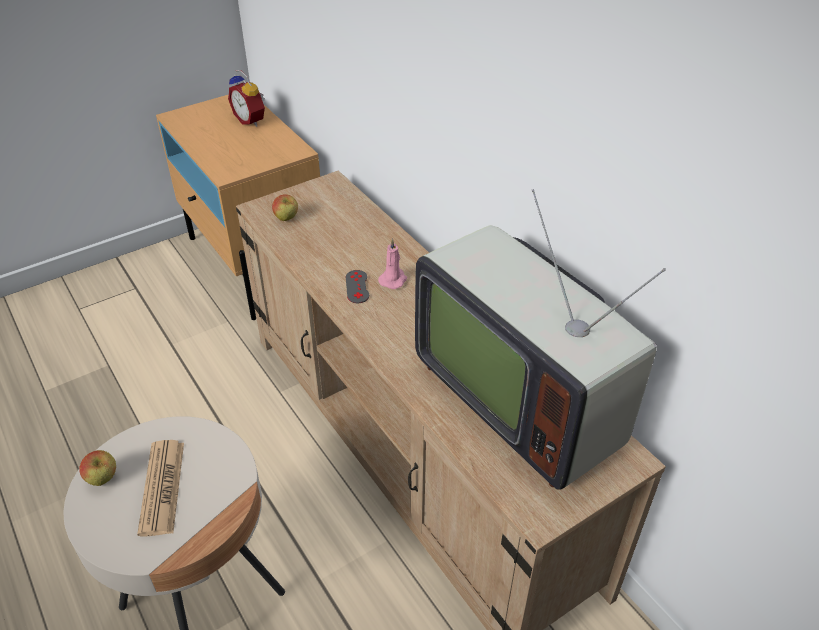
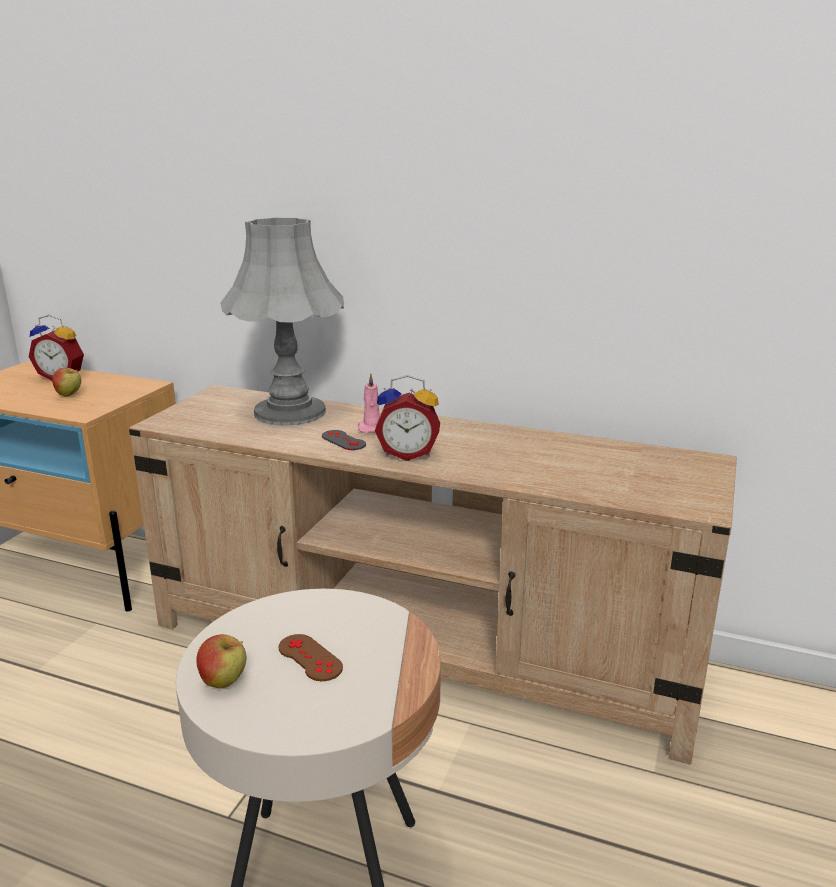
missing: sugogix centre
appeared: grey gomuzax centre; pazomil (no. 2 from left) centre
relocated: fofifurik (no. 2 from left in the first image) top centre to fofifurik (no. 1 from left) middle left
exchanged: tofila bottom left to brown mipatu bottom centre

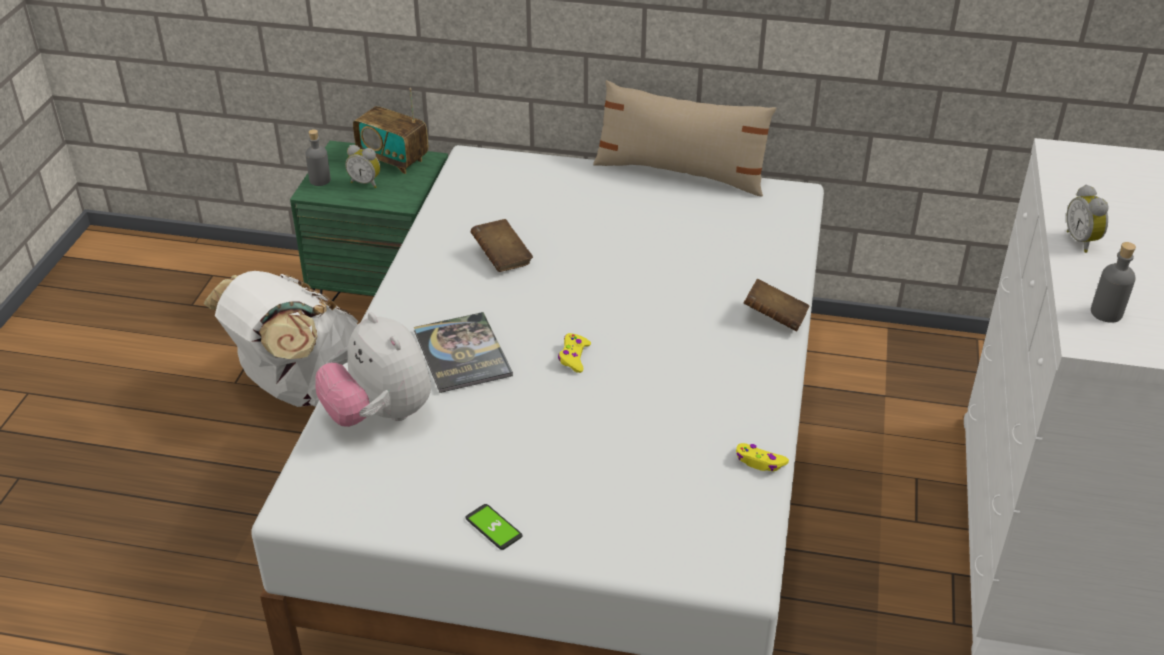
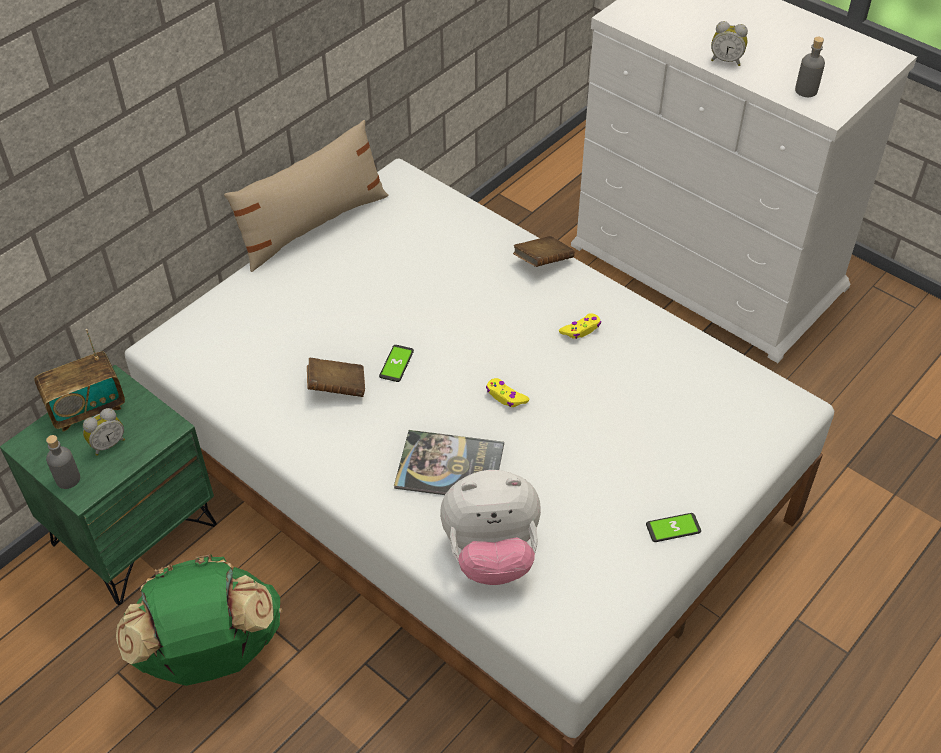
appeared: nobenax (no. 1 from left) centre
relocated: yellow mipatu (no. 2 from left) bottom centre to centre
colour: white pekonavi middle left to green pekonavi bottom left

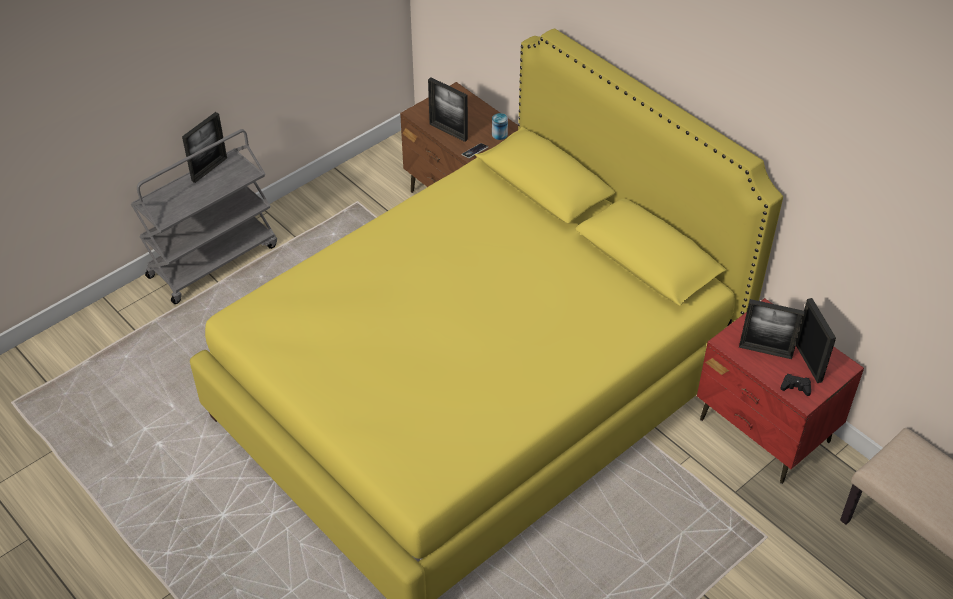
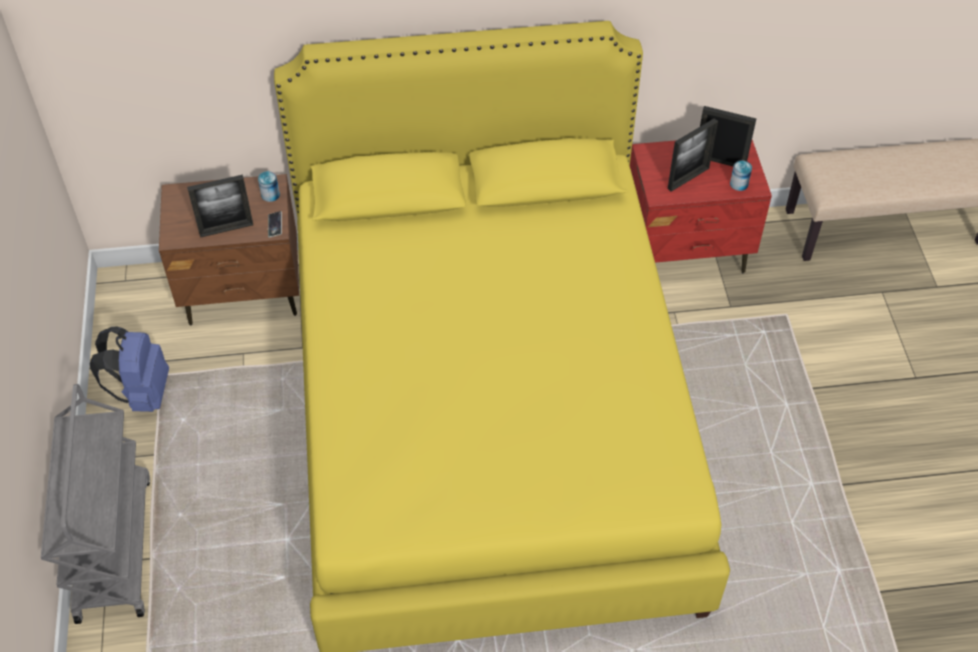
missing: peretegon (no. 1 from left) top left
appeared: blue pekonavi middle left
exchanged: black mipatu middle right to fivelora (no. 2 from left) top right

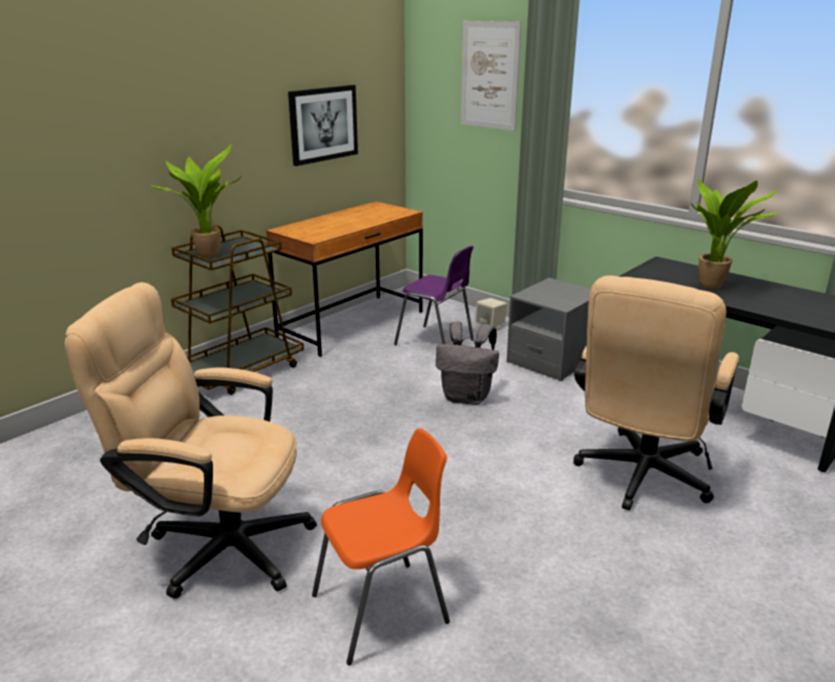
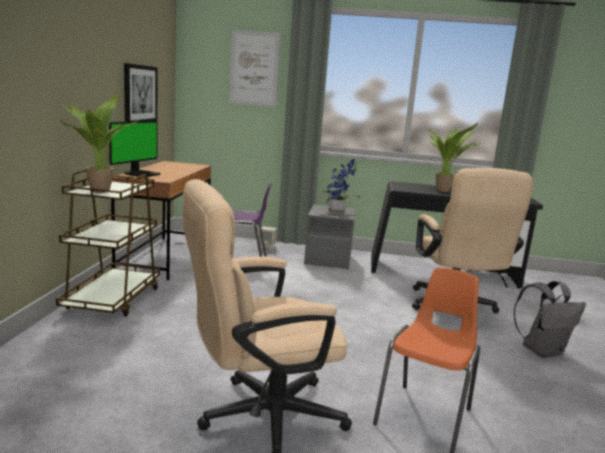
appeared: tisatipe top left; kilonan (no. 2 from left) centre
relocated: grey pekonavi centre to bottom right

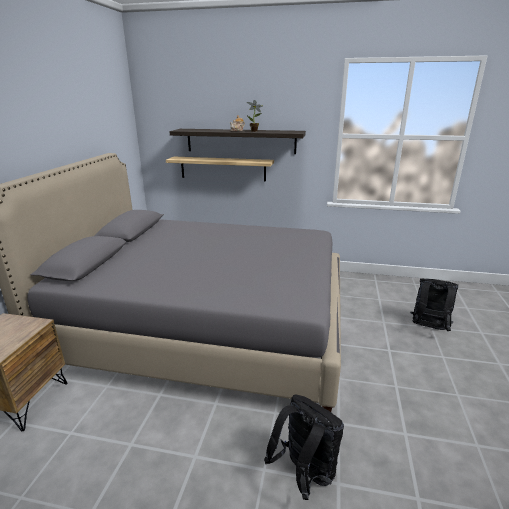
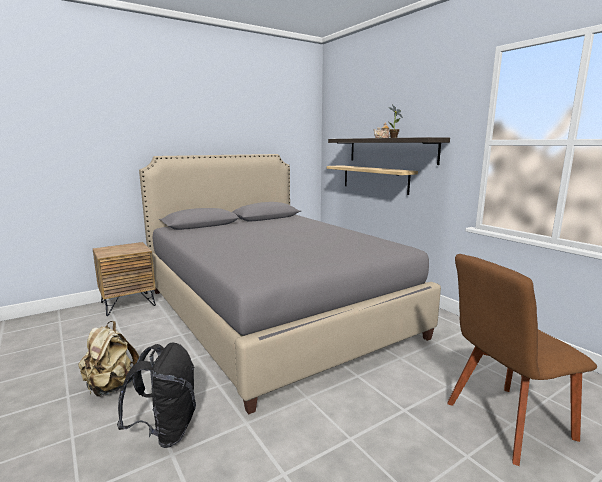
appeared: beige pekonavi bottom left
exchanged: black pekonavi (no. 2 from left) middle right to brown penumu bottom right

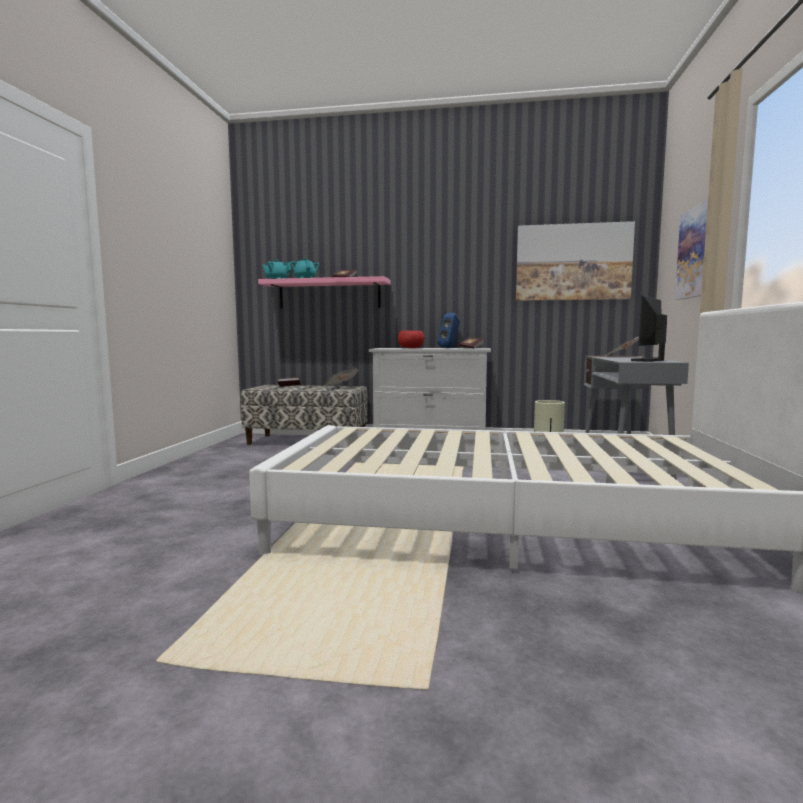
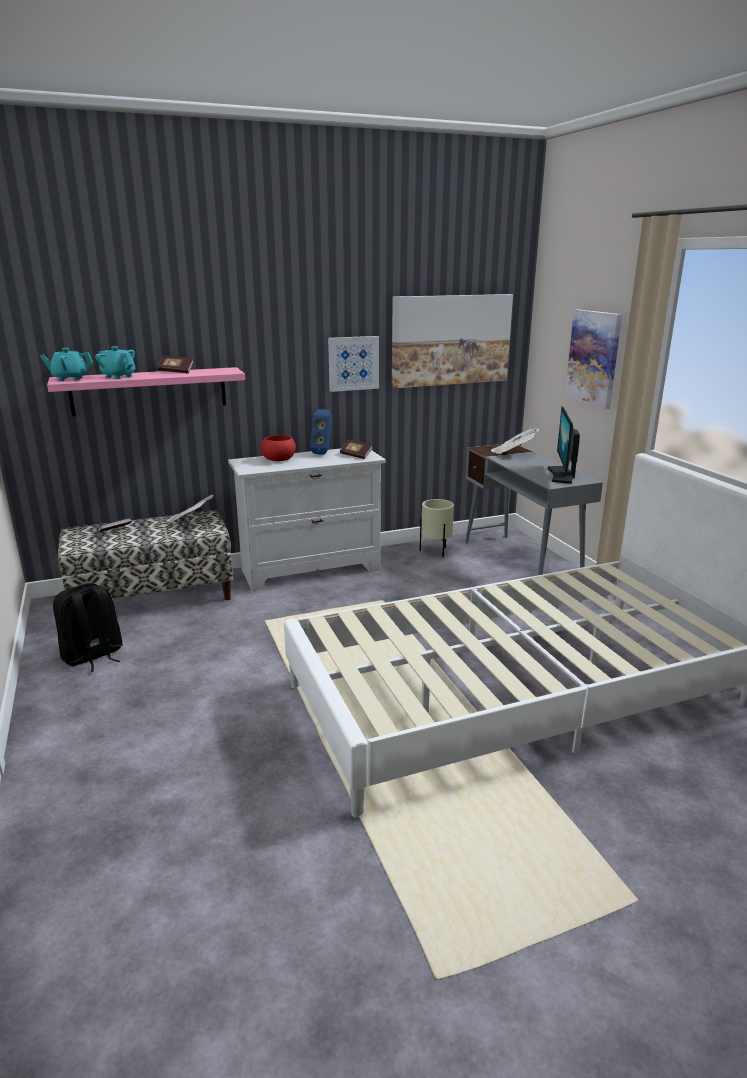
appeared: black pekonavi middle left; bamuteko (no. 1 from left) centre

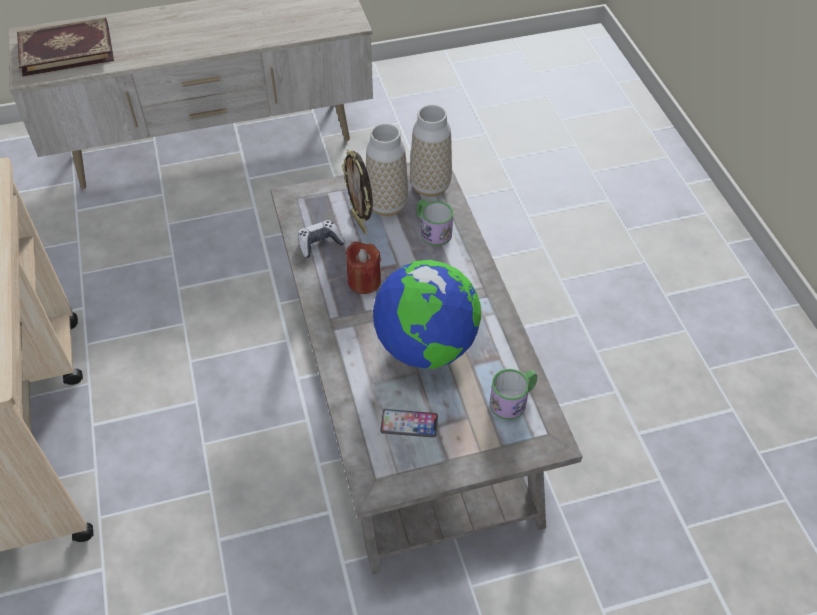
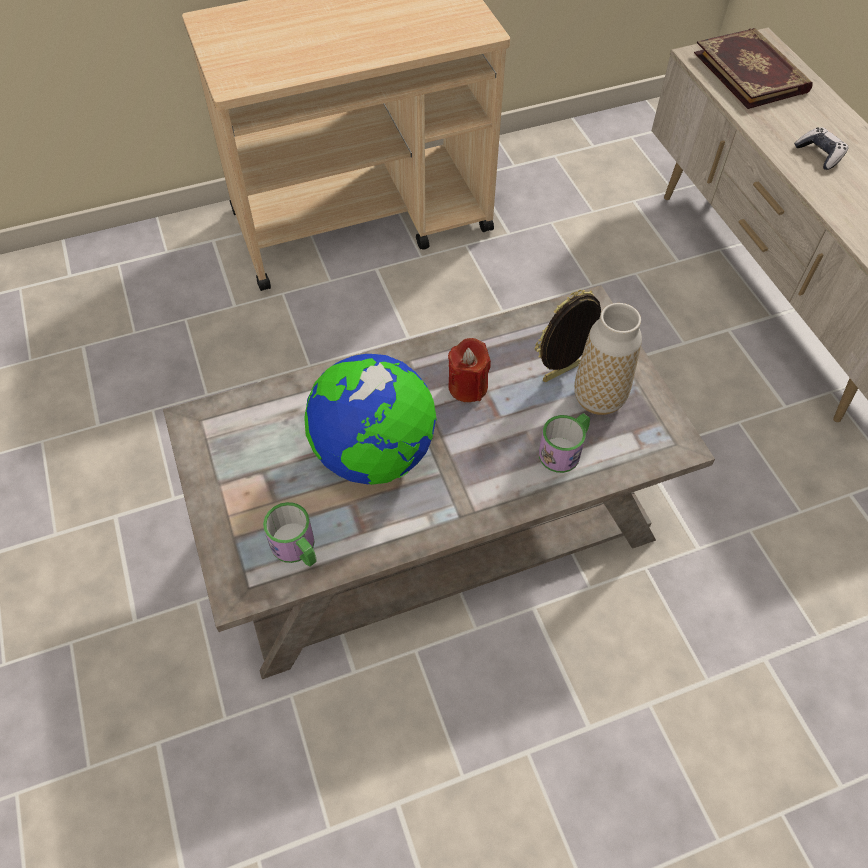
missing: nobenax bottom centre; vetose (no. 2 from left) top centre
relocated: mipatu centre to top right

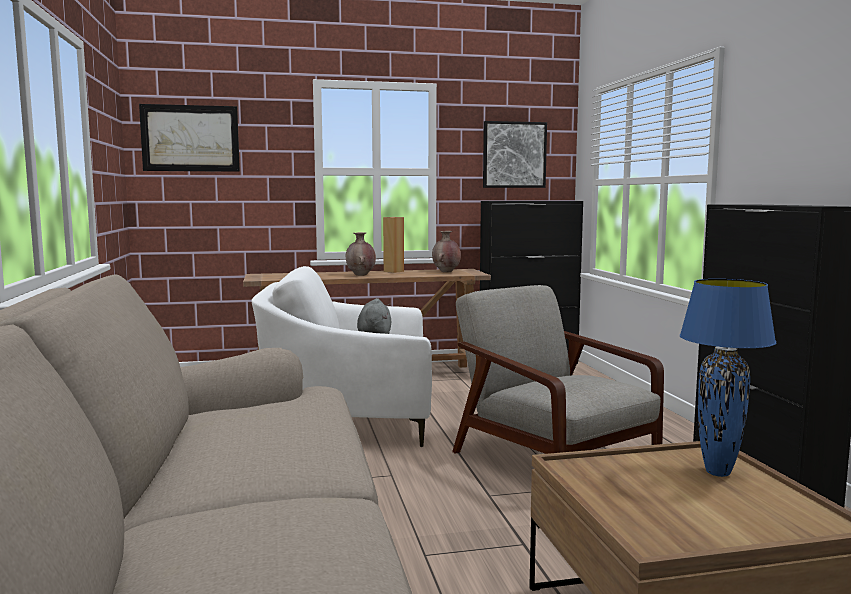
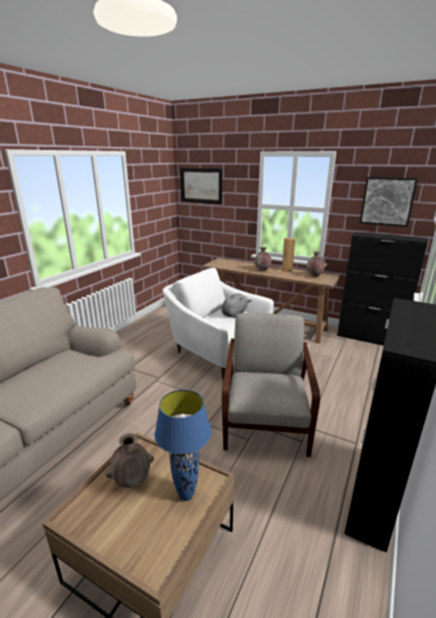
appeared: brown vetose (no. 1 from left) bottom left

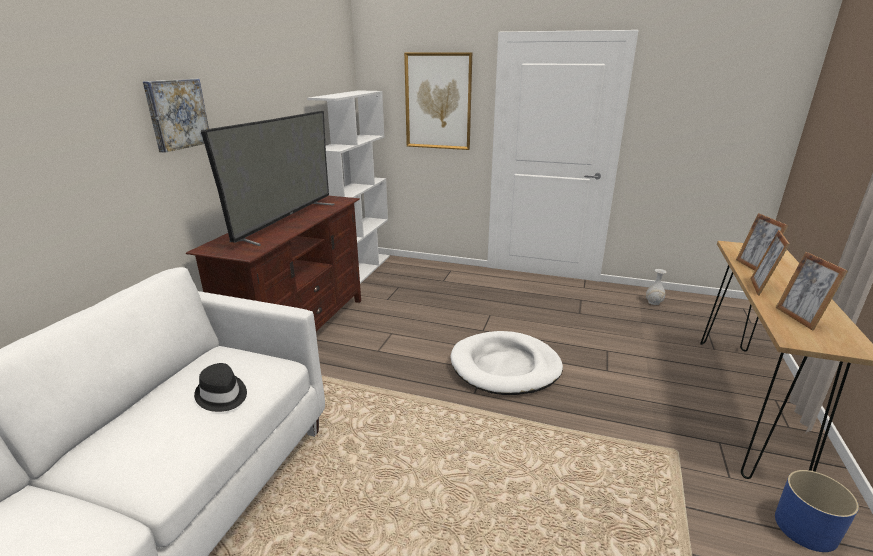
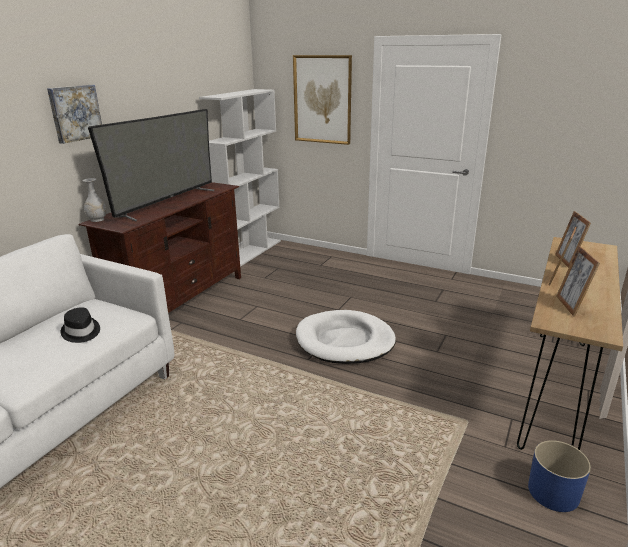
relocated: white vetose middle right to middle left

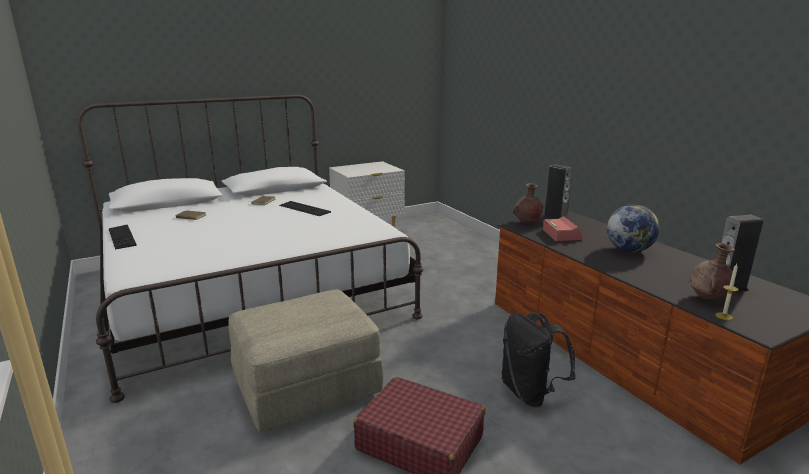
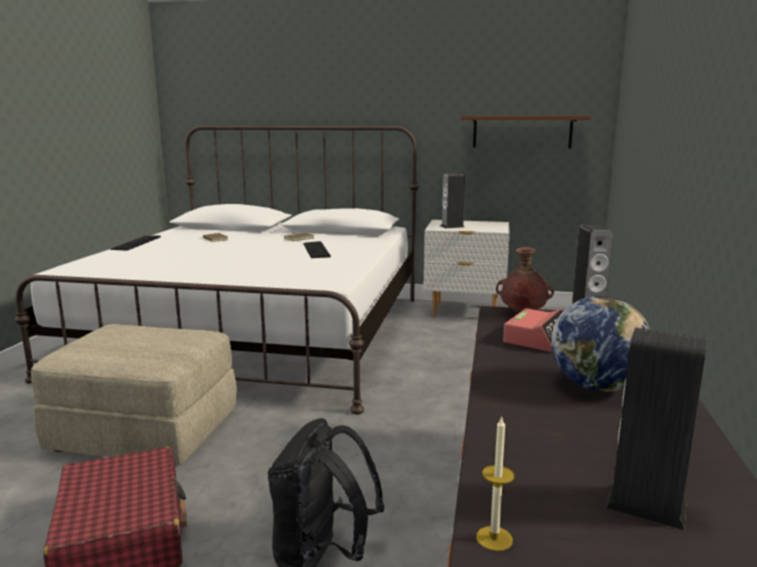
missing: brown vetose (no. 2 from left) middle right
appeared: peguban (no. 1 from left) centre; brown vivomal top right

